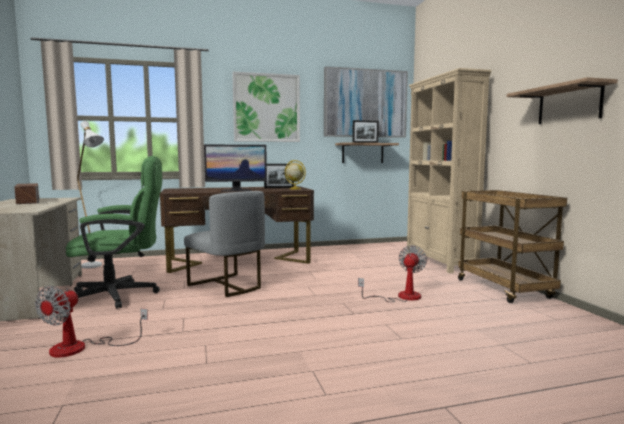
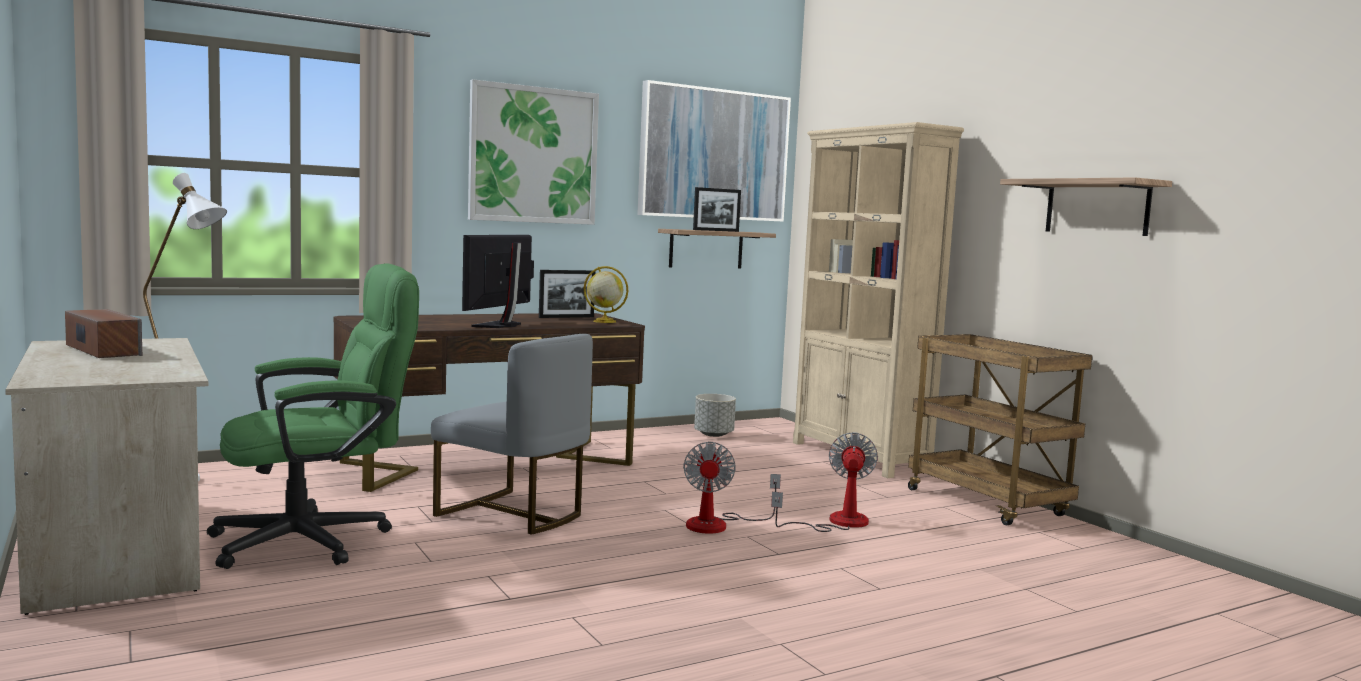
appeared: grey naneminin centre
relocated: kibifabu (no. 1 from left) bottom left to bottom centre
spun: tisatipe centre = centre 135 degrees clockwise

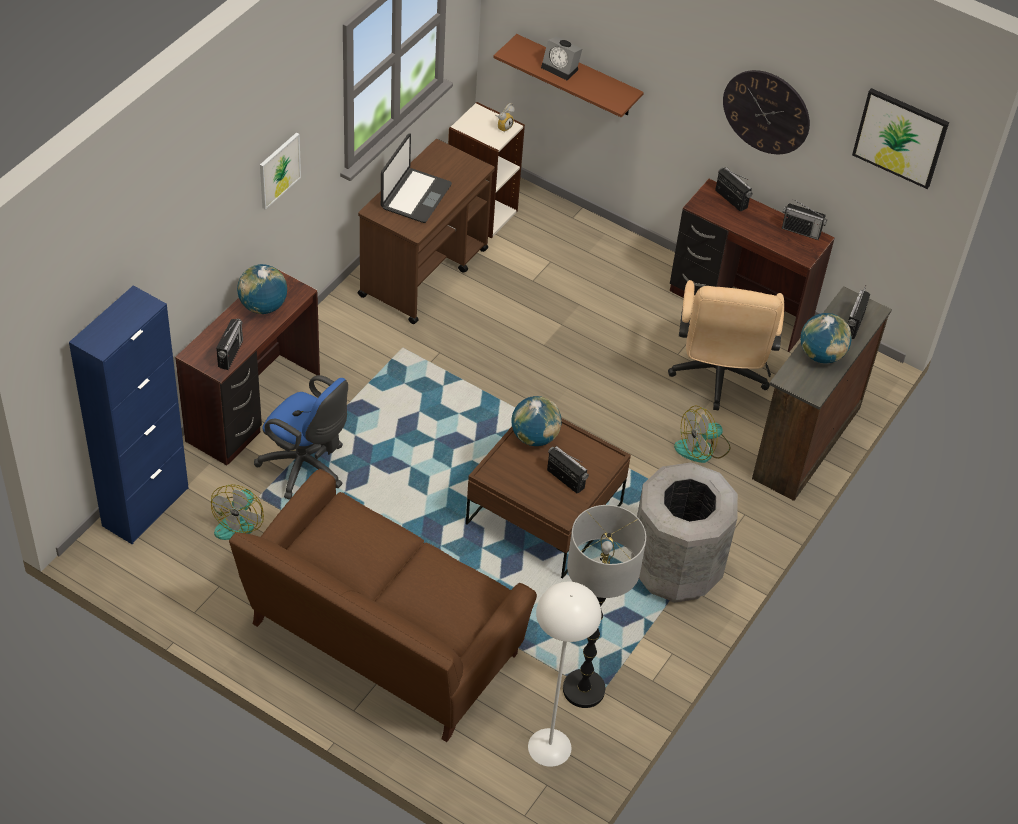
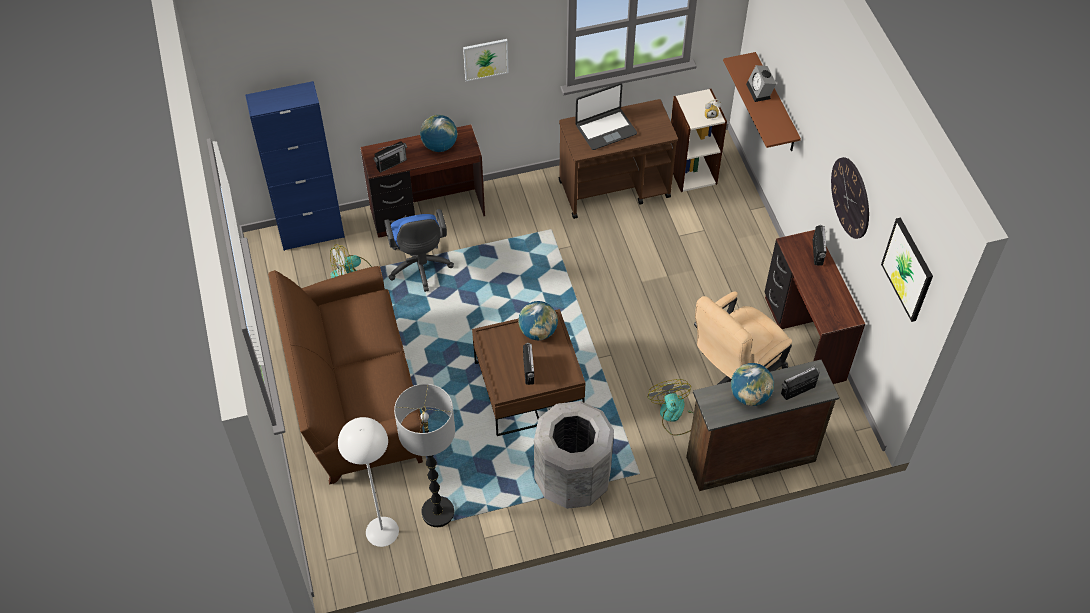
missing: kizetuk (no. 4 from left) top right
spun: kibifabu (no. 2 from left) middle right = centre 60 degrees clockwise

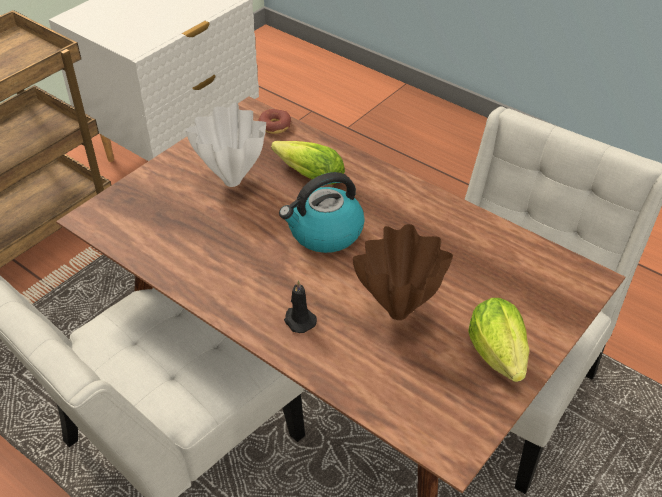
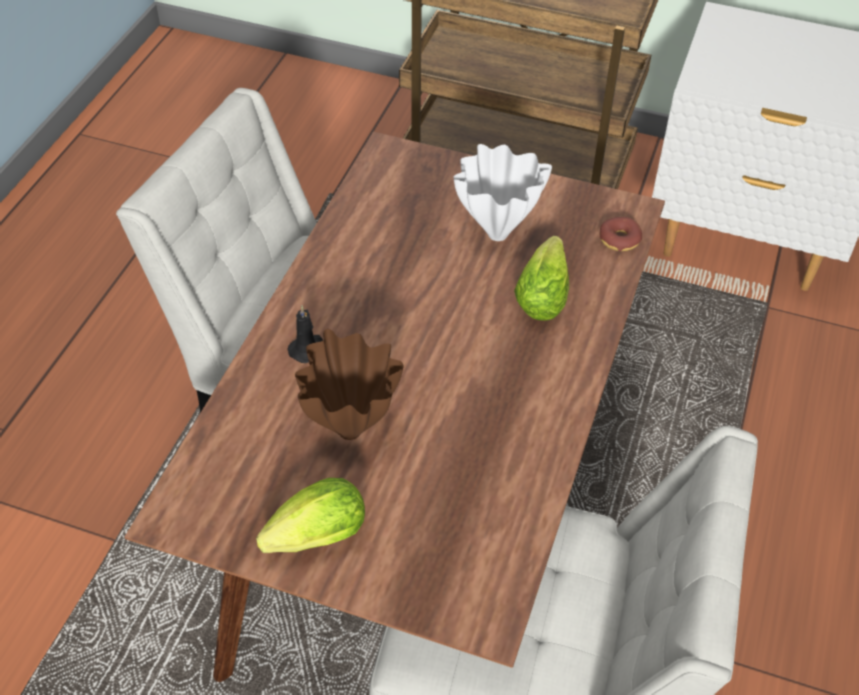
missing: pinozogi centre

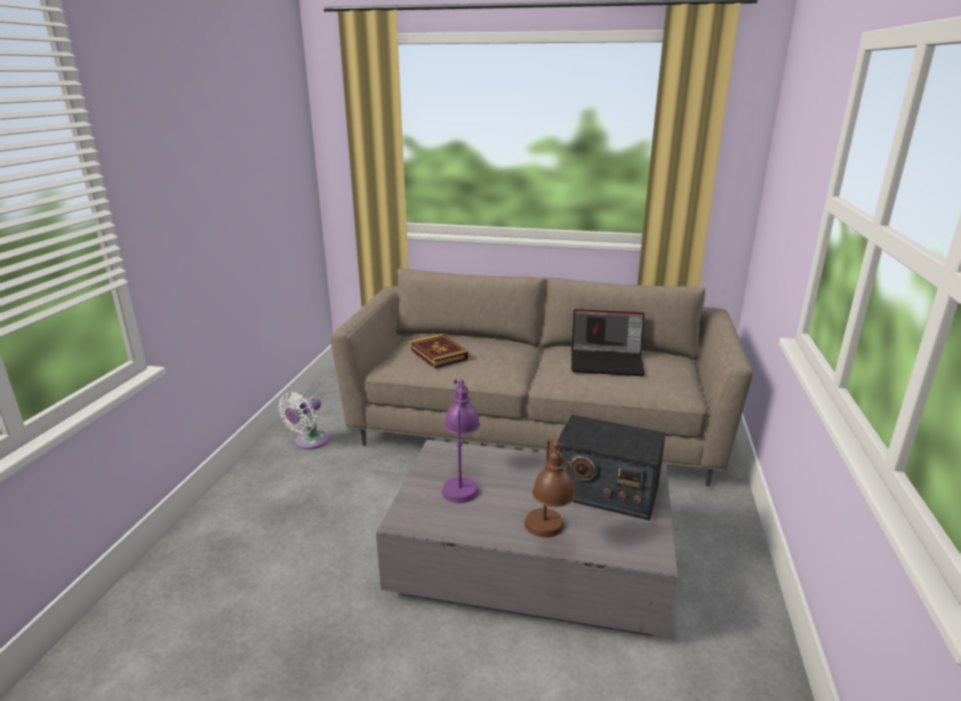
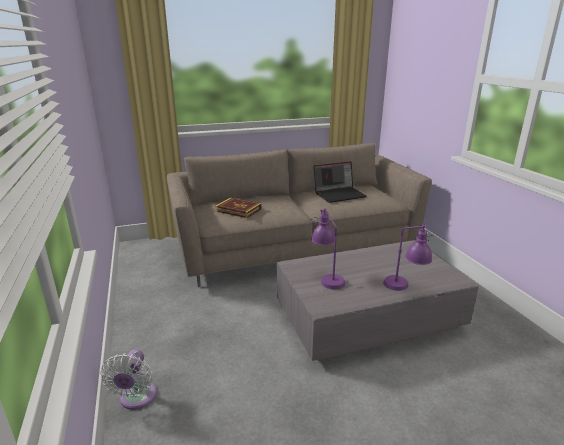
missing: kizetuk centre
relocated: white kibifabu middle left to bottom left
colour: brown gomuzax bottom centre to purple gomuzax (no. 2 from left) middle right

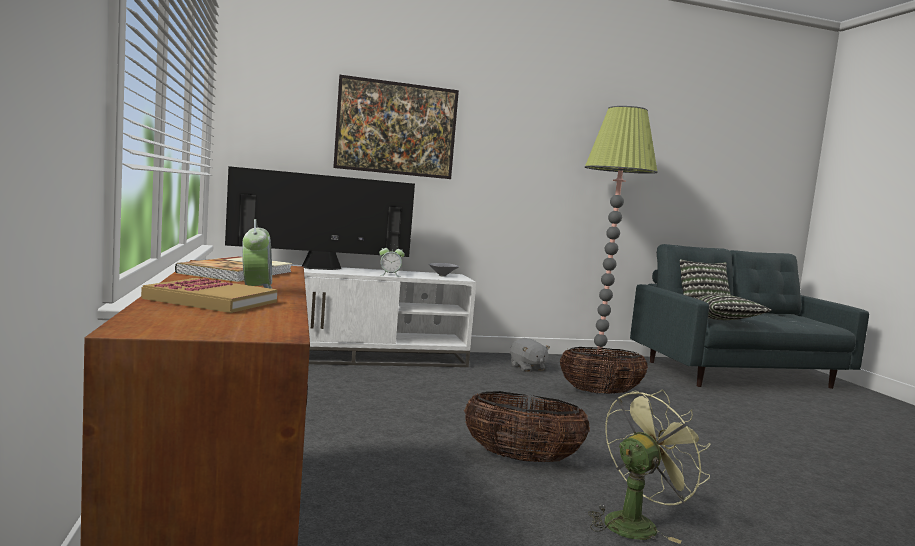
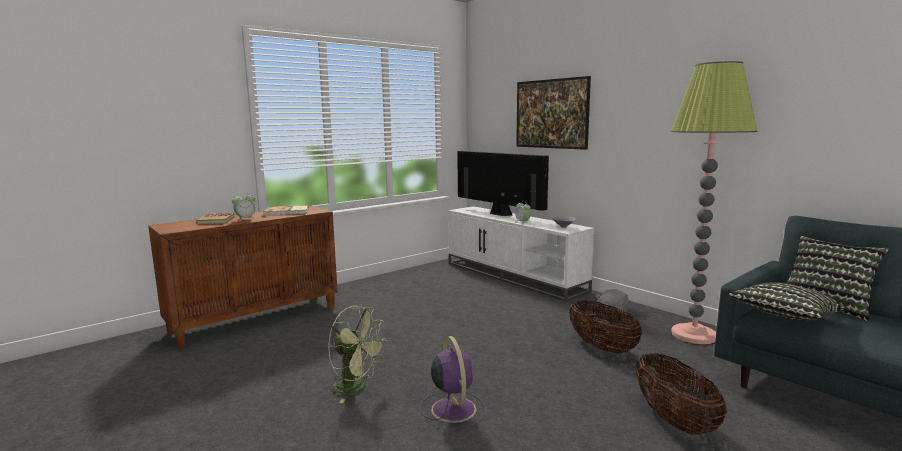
appeared: purple kibifabu bottom centre
relocated: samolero (no. 1 from left in the first image) bottom centre to samolero (no. 2 from left) bottom right

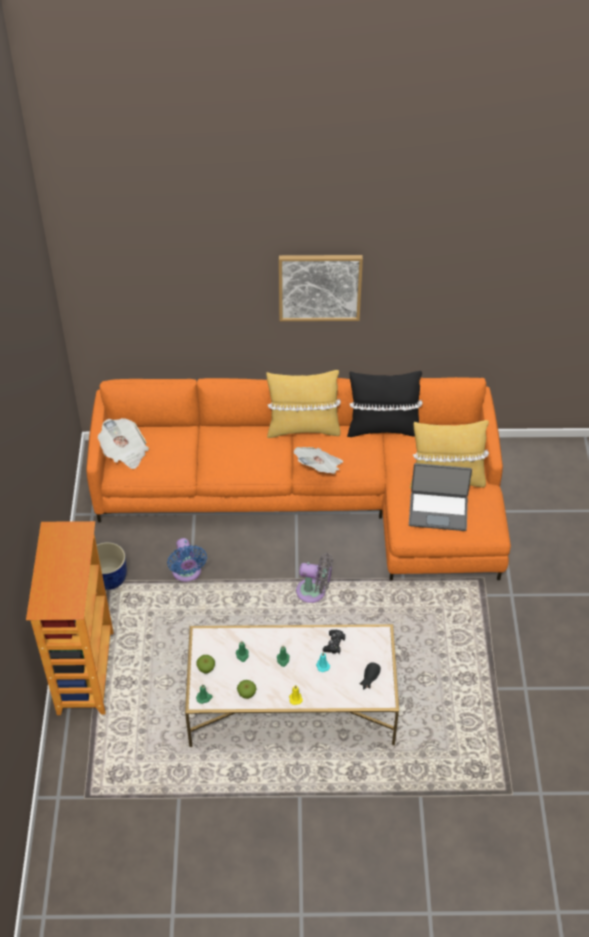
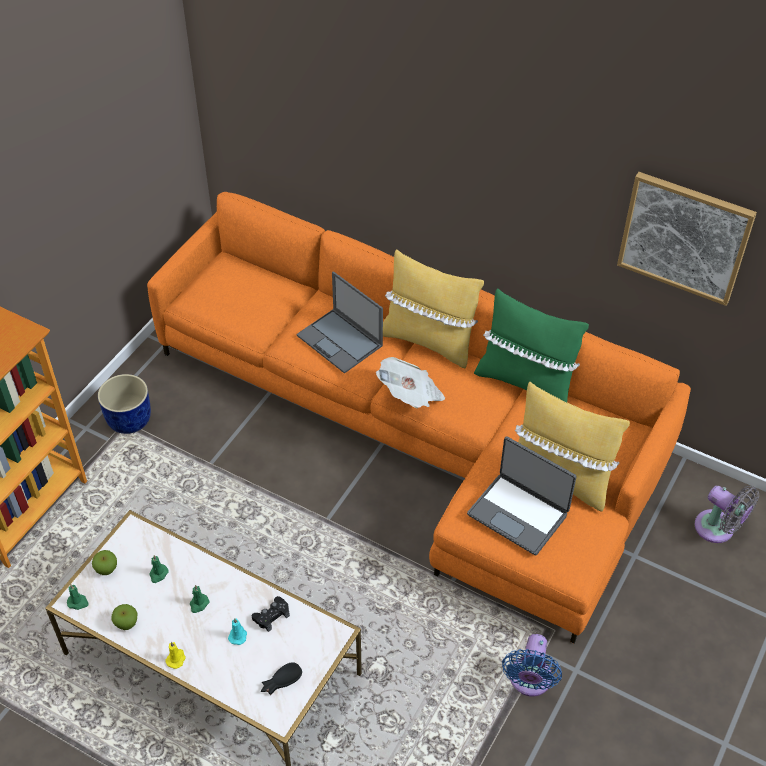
missing: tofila (no. 1 from left) middle left
appeared: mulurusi (no. 1 from left) centre
relocated: blue kibifabu middle left to bottom right; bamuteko top centre to top right; grey kibifabu centre to bottom right
colour: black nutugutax centre to green nutugutax middle right

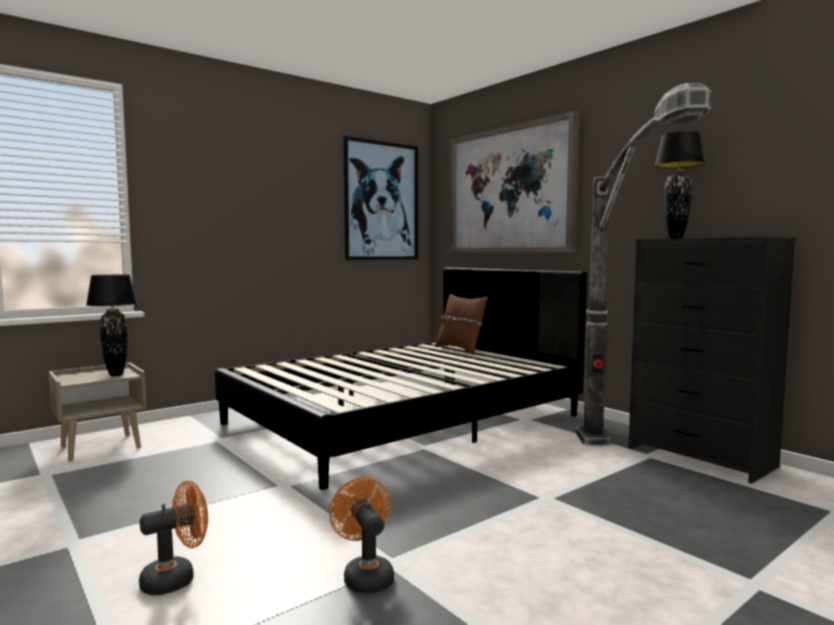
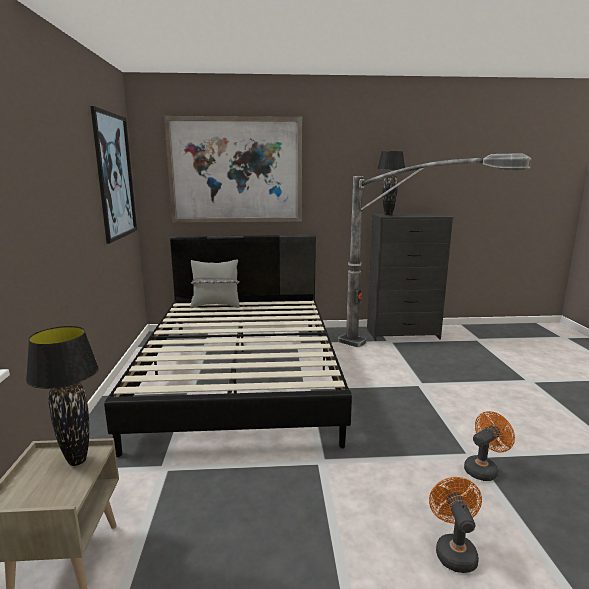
colour: brown nutugutax centre to grey nutugutax centre
spun: orange kibifabu (no. 2 from left) bottom centre = bottom right 135 degrees clockwise

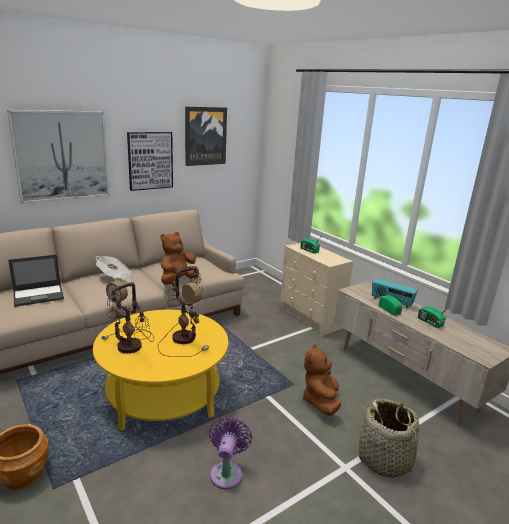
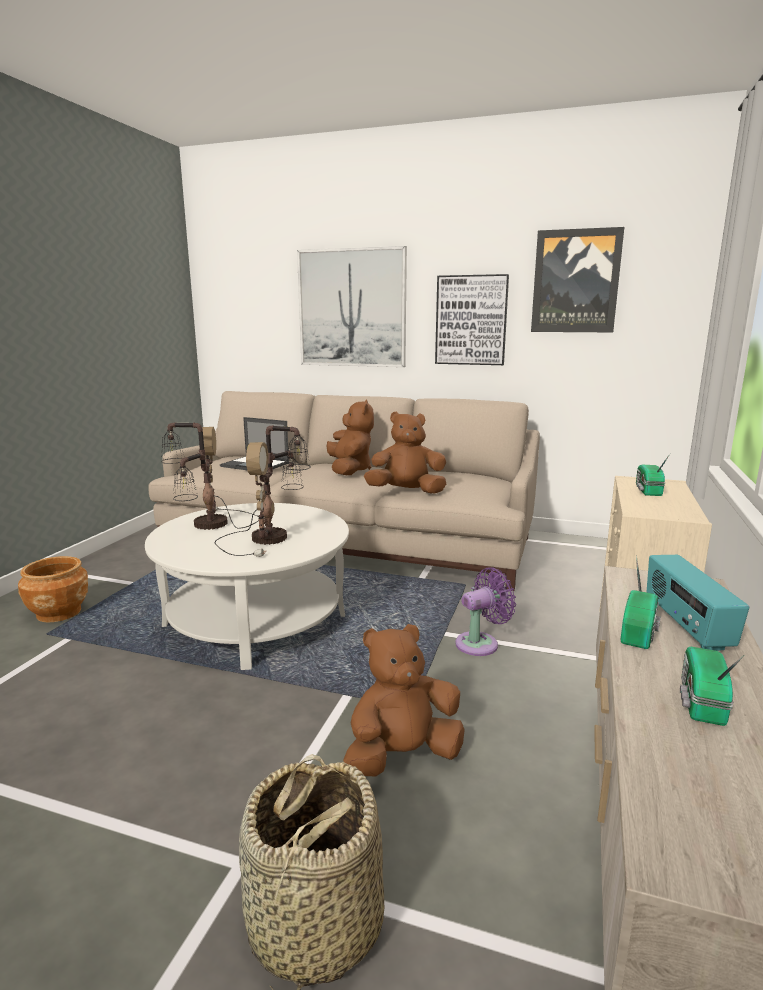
relocated: purple kibifabu bottom centre to centre
exchanged: tofila middle left to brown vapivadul (no. 1 from left) centre
colour: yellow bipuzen bottom left to white bipuzen middle left

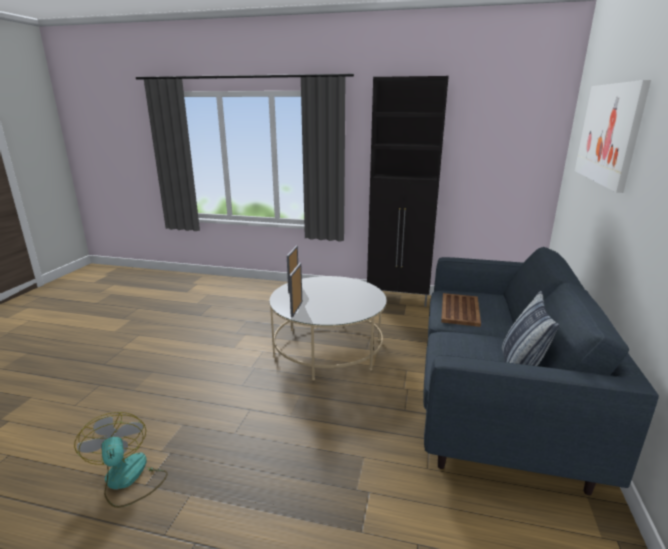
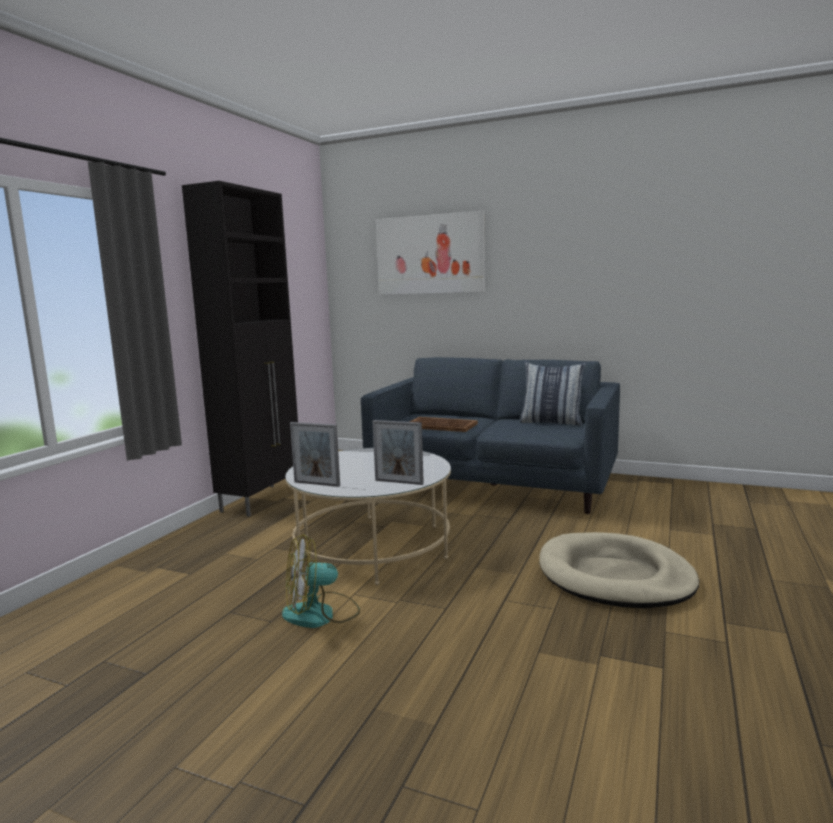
appeared: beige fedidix bottom right
relocated: kibifabu bottom left to bottom centre

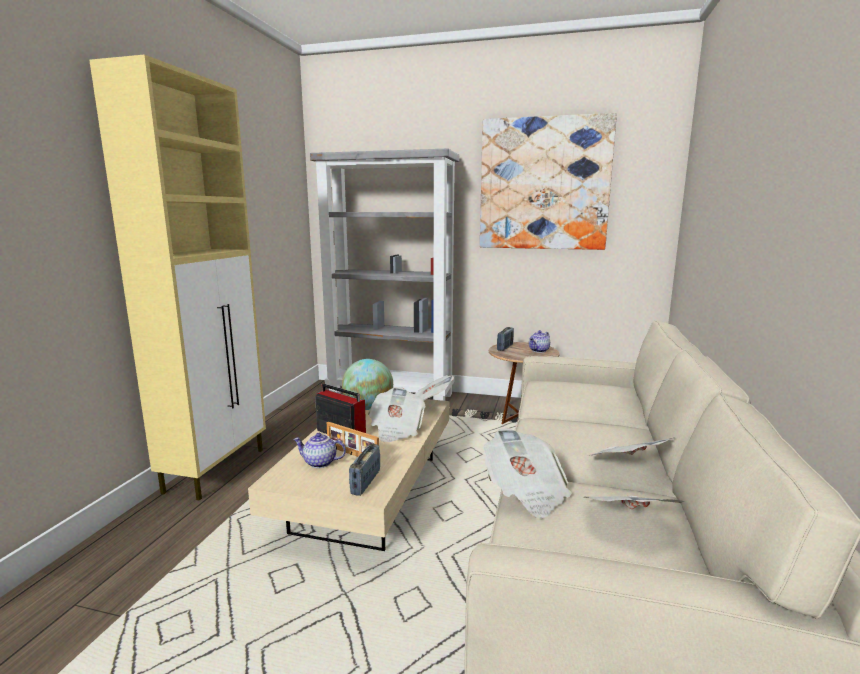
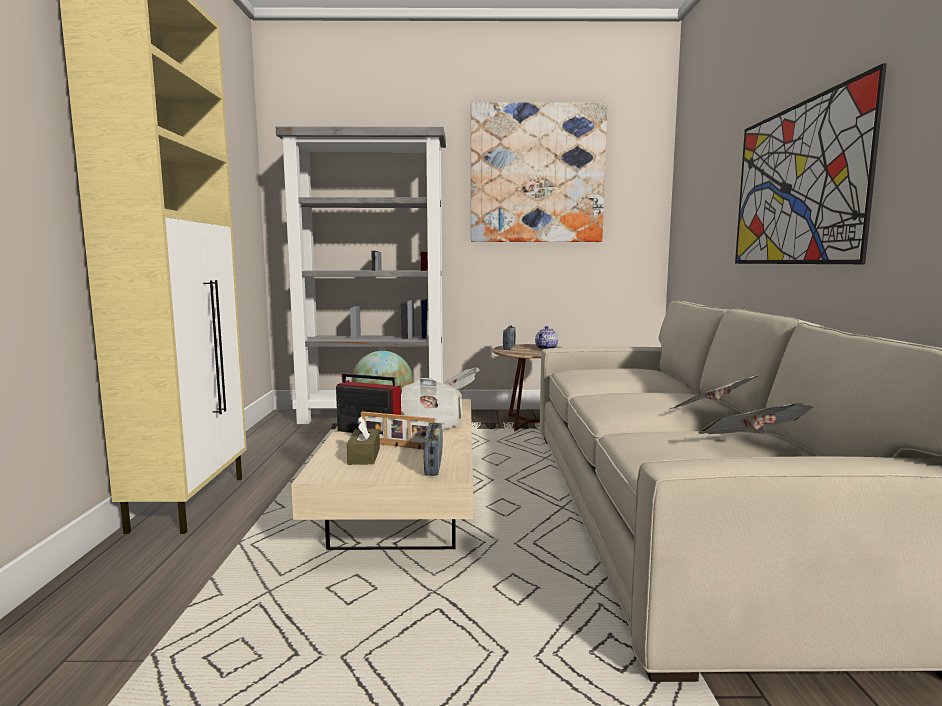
missing: tofila (no. 3 from left) bottom centre
appeared: bamuteko (no. 2 from left) top right
exchanged: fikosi (no. 1 from left) bottom centre to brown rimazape centre

